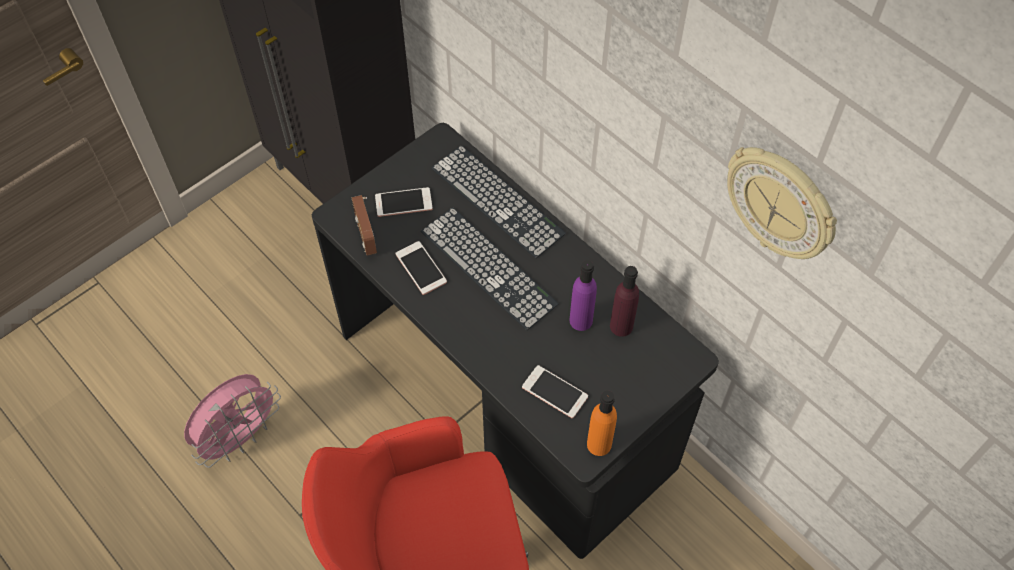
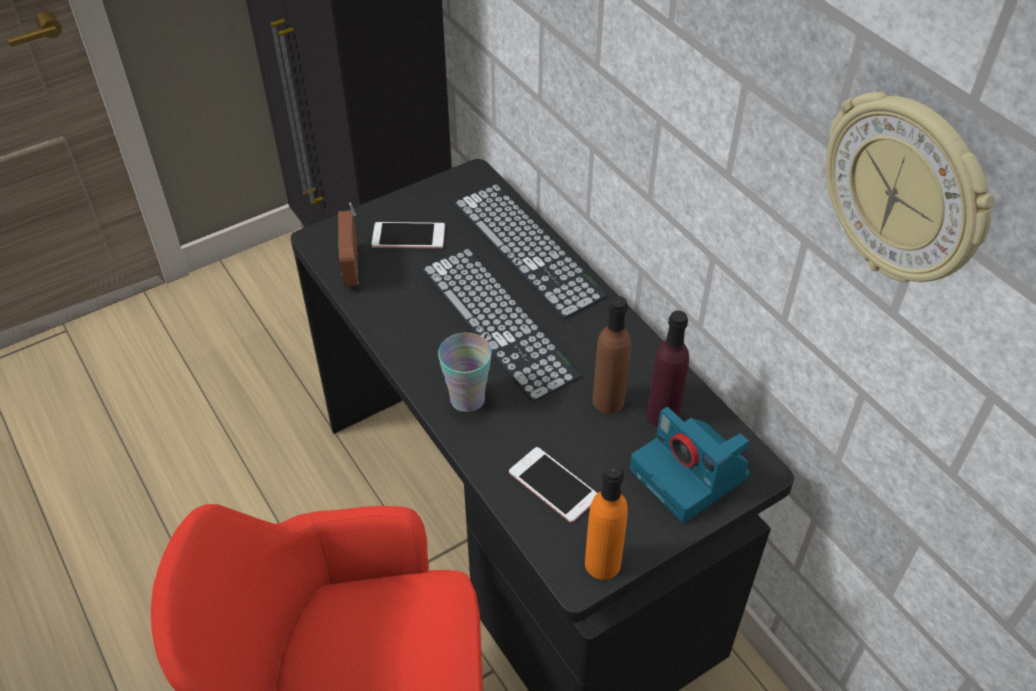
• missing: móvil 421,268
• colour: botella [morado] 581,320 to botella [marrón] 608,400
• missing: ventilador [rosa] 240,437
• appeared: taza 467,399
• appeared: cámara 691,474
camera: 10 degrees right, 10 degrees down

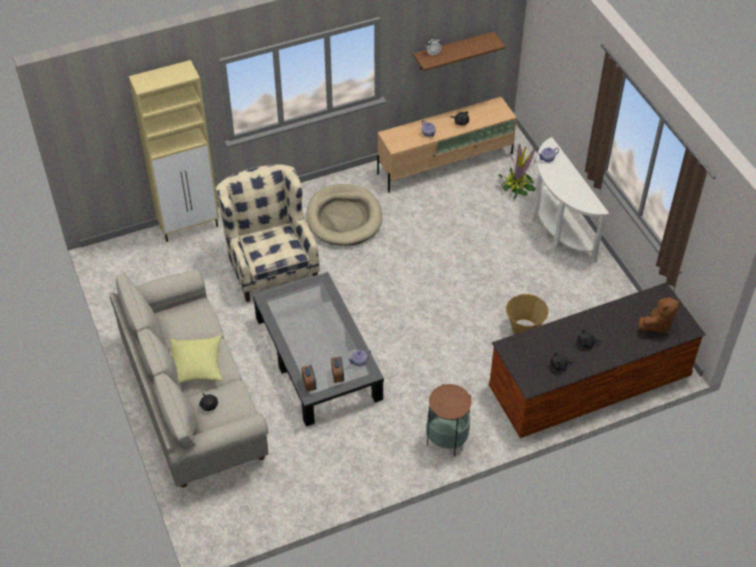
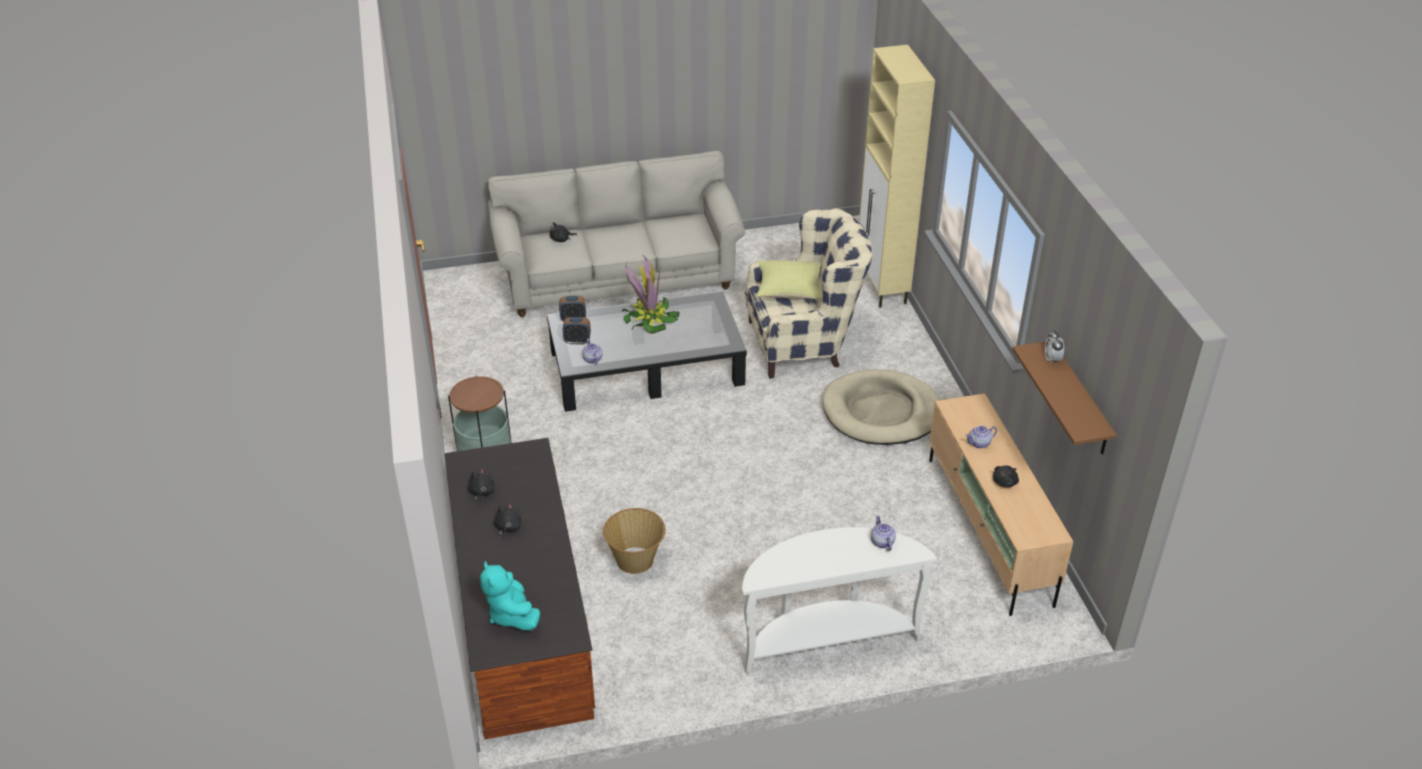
• relocated: planta en maceta 516,185 to 649,319
• colour: peluche [marrón] 657,324 to peluche [turquesa] 511,614
• relocated: cojín [amarillo] 197,367 to 789,291
camera: 100 degrees right, 10 degrees down

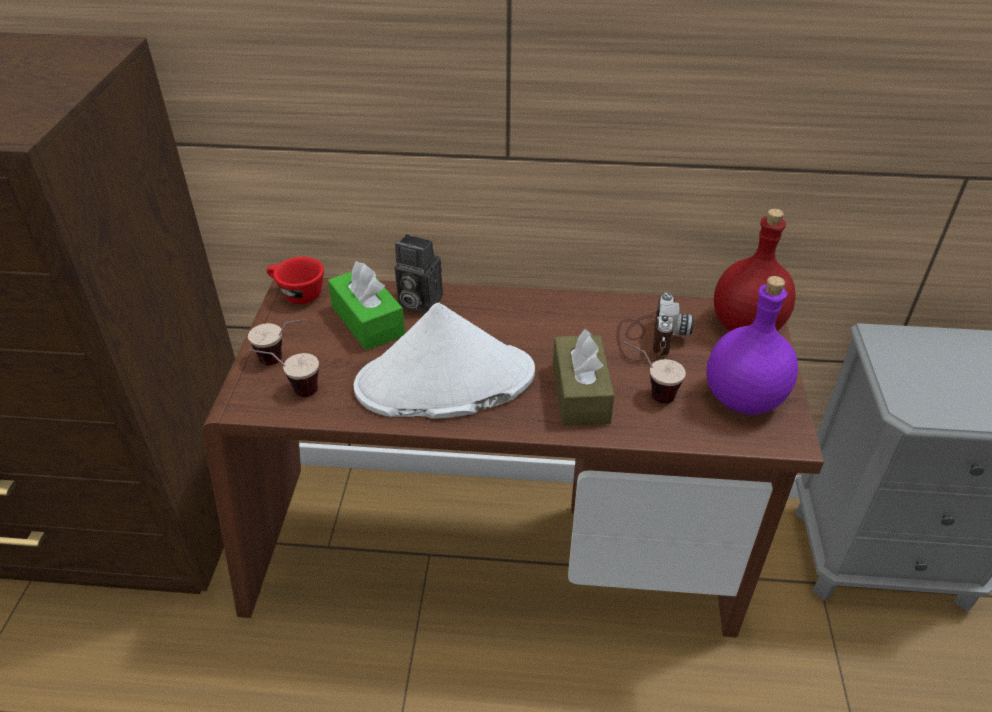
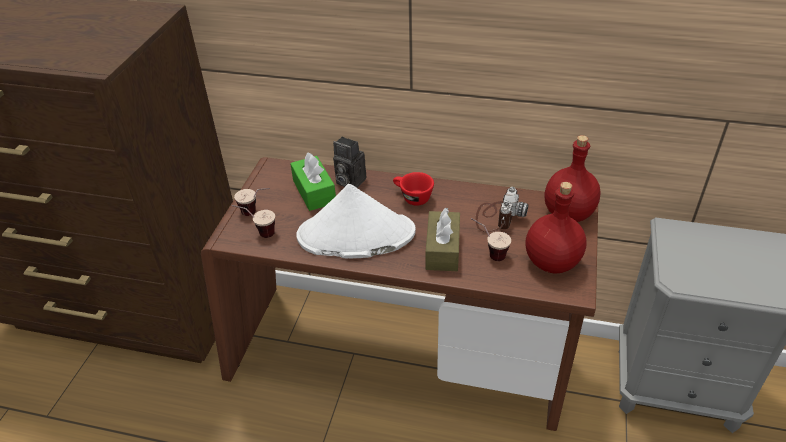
• relocated: taza [rojo] 296,294 to 412,197
• colour: botella [morado] 744,398 to botella [rojo] 553,262
camera: 10 degrees right, 0 degrees up

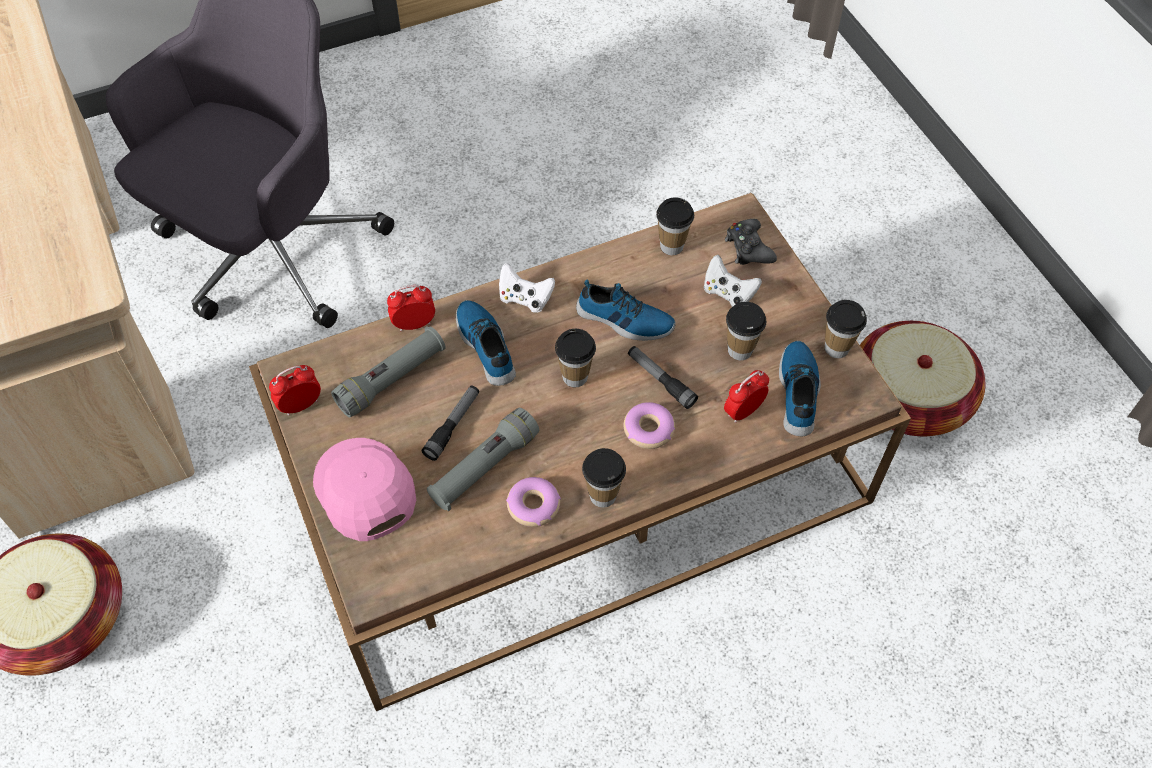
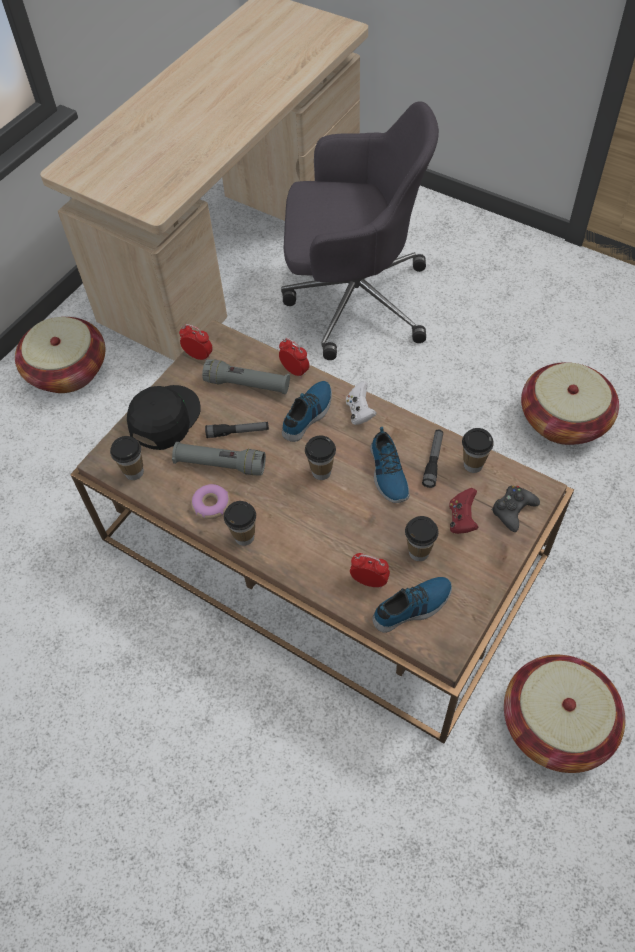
• colour: mando de consola [blanco] 728,293 to mando de consola [rojo] 461,519
• relocated: taza 836,348 to 134,472
• relocated: linterna 660,380 to 433,461
• missing: rosquilla 648,430
• colour: gorra [rosa] 364,491 to gorra [negro] 164,418
• appeared: cesta 563,420
camera: 60 degrees right, 0 degrees up

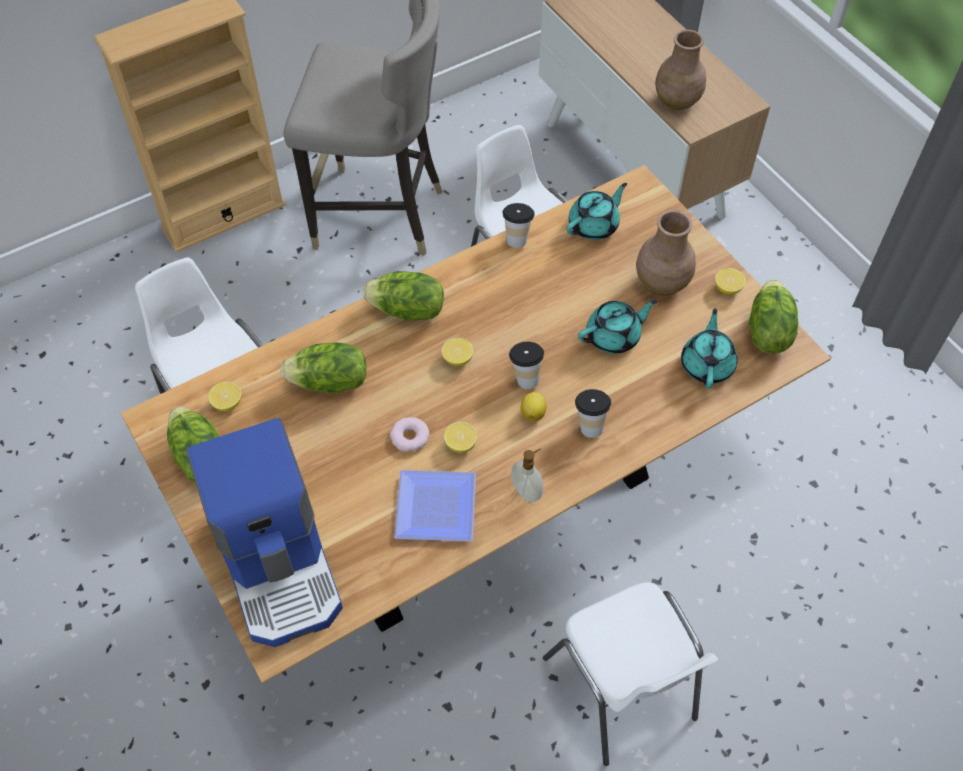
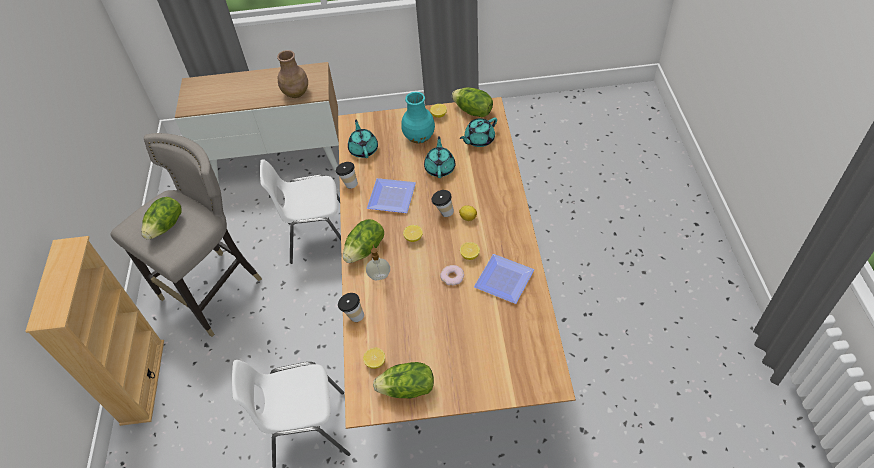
• colour: florero [marrón] 661,282 to florero [turquesa] 418,137
• spun: tetera [turquesa] 707,364 = 479,140 75 degrees counterclockwise
• relocated: lechuga 329,382 to 166,226
• relocated: taza 590,424 to 353,316
• missing: cafetera 280,564
• relocated: dispensador de jabón 527,491 to 379,276
• missing: silla [blanco] 621,691
• appeared: plato 393,198
camera: 60 degrees left, 5 degrees down

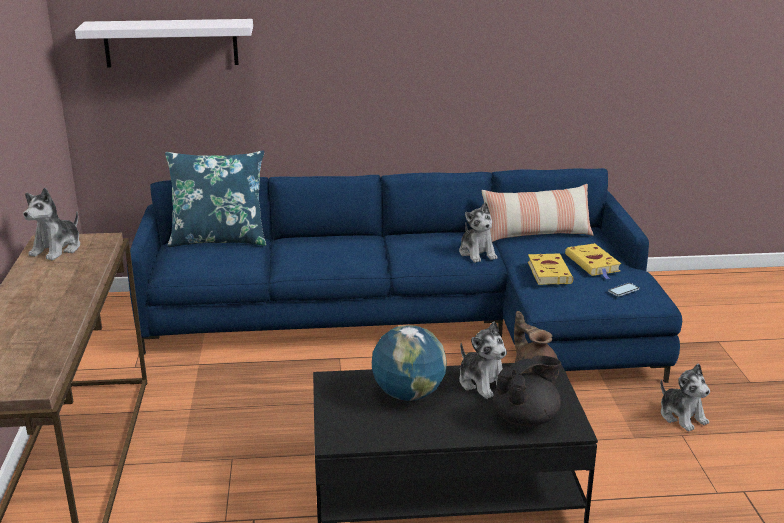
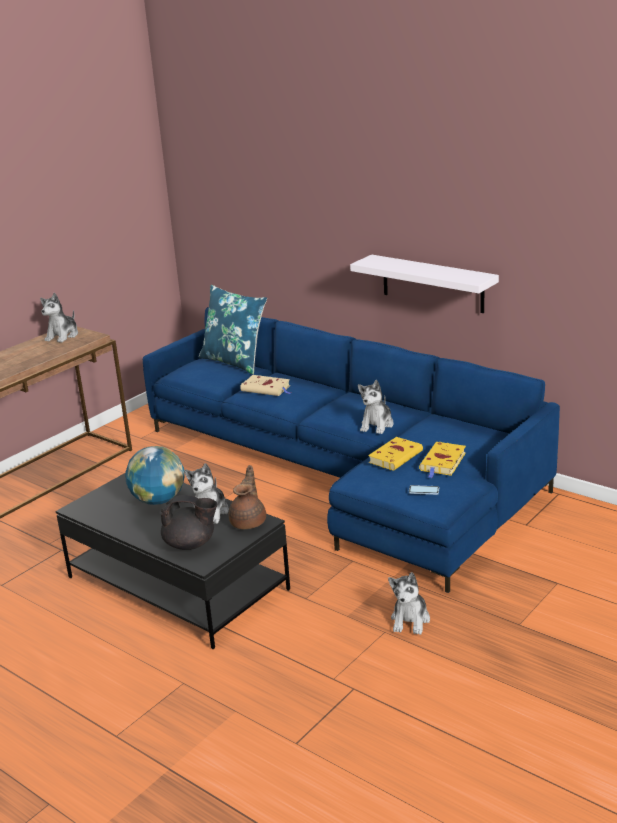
• relocated: estante [blanco] 171,43 to 432,283
• missing: cojín 536,235
• spun: peluche 57,249 = 63,336 45 degrees counterclockwise
• appeared: libro [beis] 267,389
camera: 45 degrees right, 0 degrees up

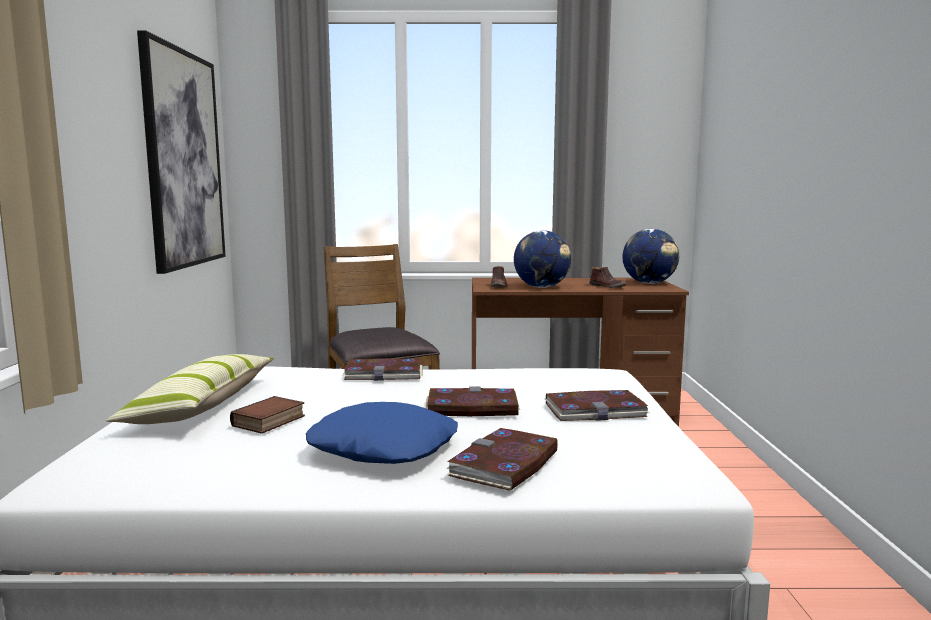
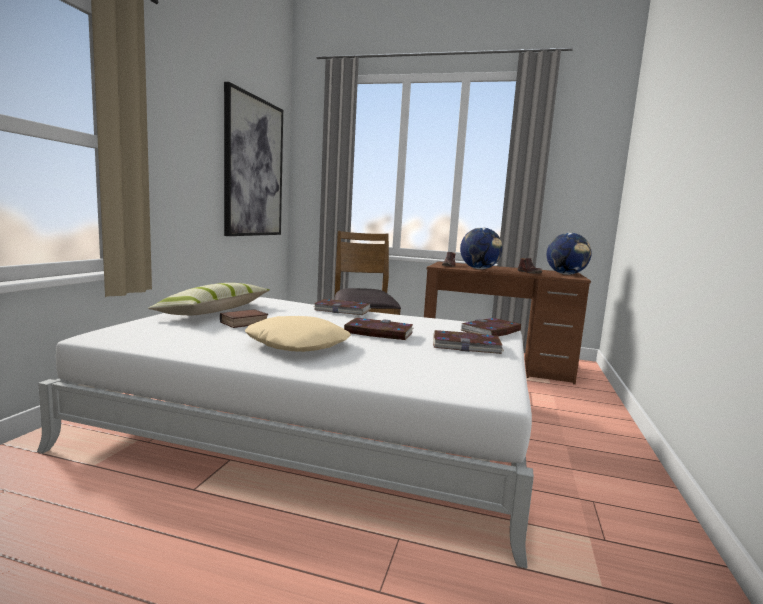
• colour: cojín [azul] 384,447 to cojín [beis] 298,344
• relocated: libro 505,464 to 491,331
camera: 15 degrees right, 0 degrees up

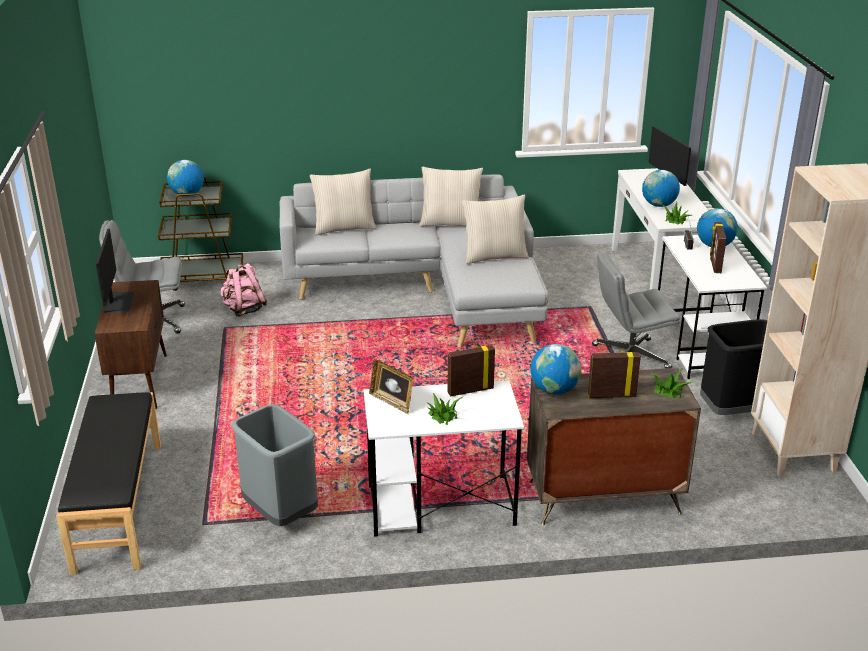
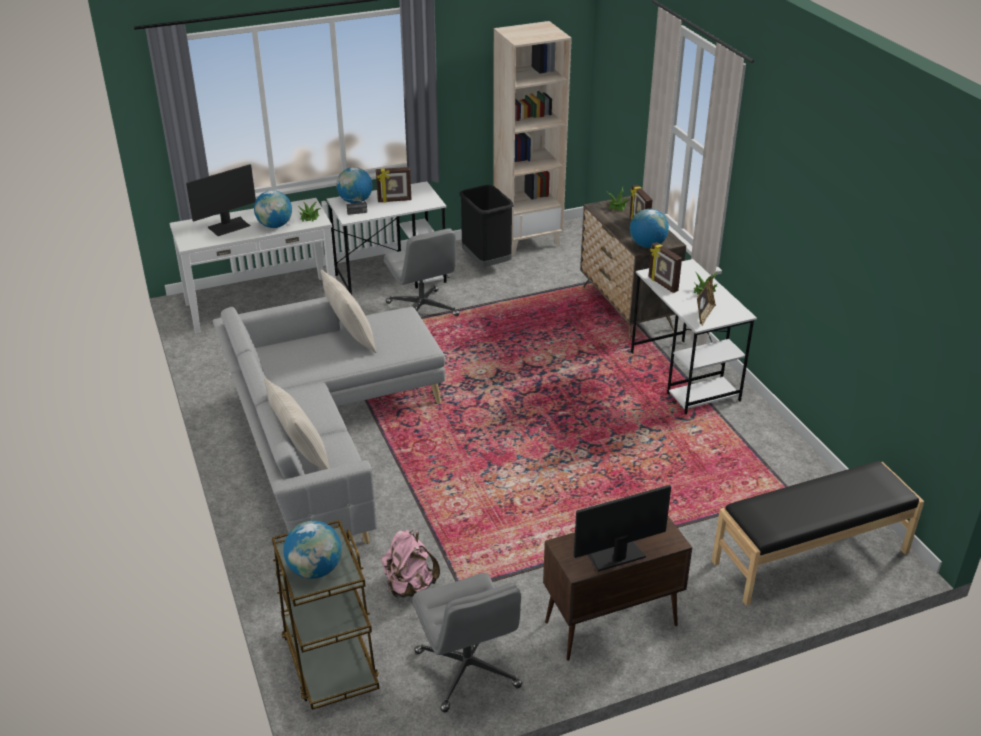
• missing: cojín [beis] 450,223
• missing: papelera [gris] 280,512
camera: 105 degrees left, 5 degrees up

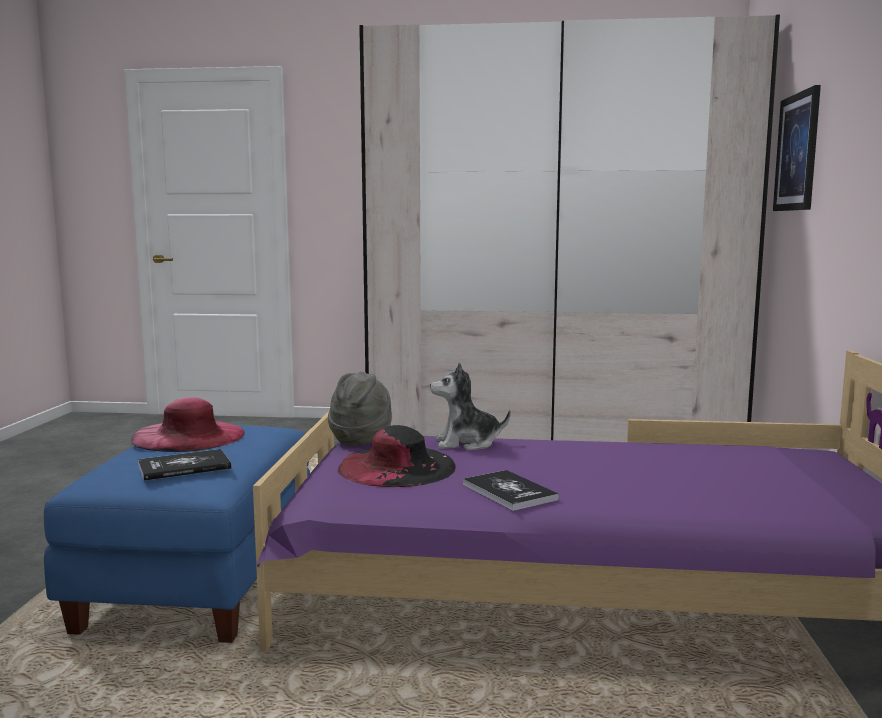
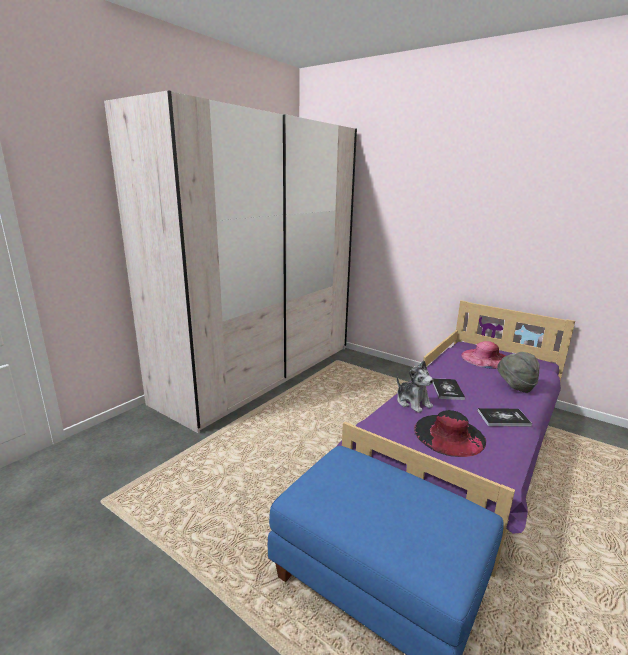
• missing: cuadro 797,152
• spun: peluche 467,443 = 413,402 60 degrees counterclockwise
• relocated: sombrero [gris] 361,439 to 515,386
• relocated: sombrero [rosa] 189,436 to 486,358
• relocated: libro 184,467 to 447,389
camera: 60 degrees left, 10 degrees up

